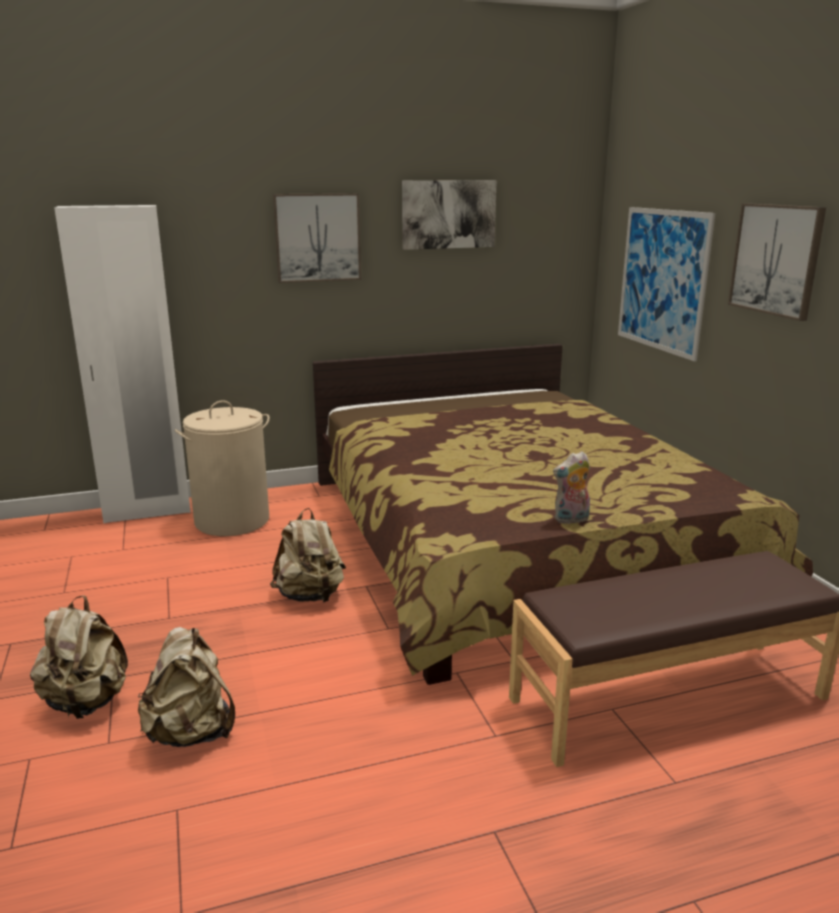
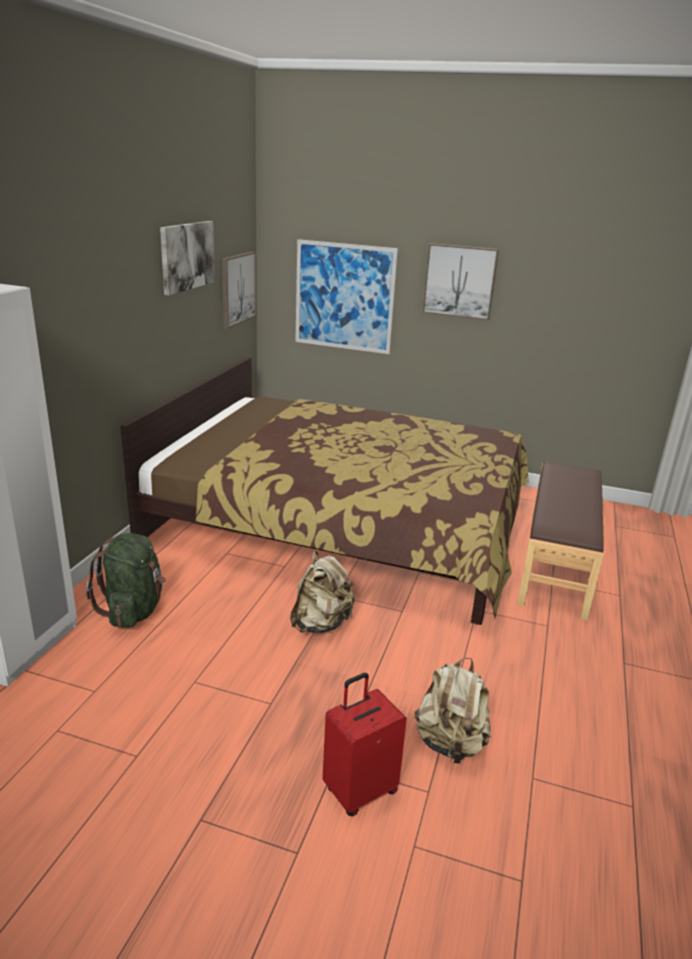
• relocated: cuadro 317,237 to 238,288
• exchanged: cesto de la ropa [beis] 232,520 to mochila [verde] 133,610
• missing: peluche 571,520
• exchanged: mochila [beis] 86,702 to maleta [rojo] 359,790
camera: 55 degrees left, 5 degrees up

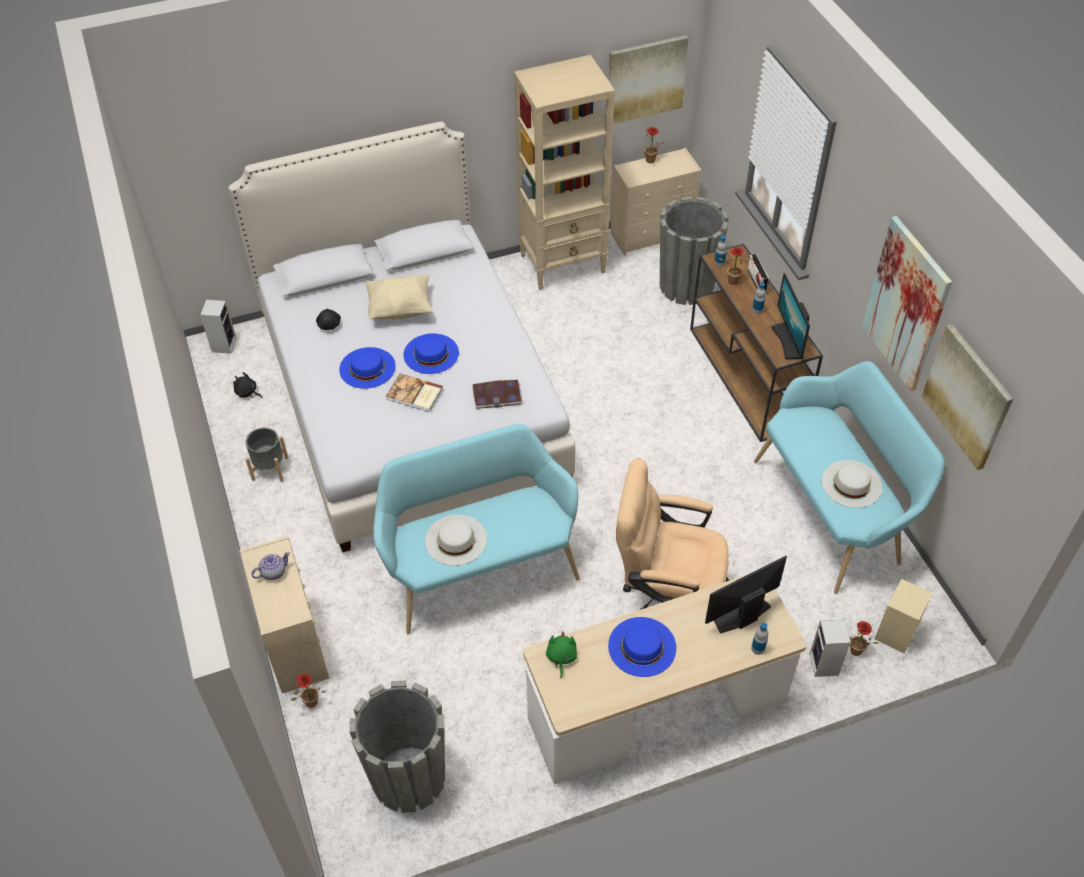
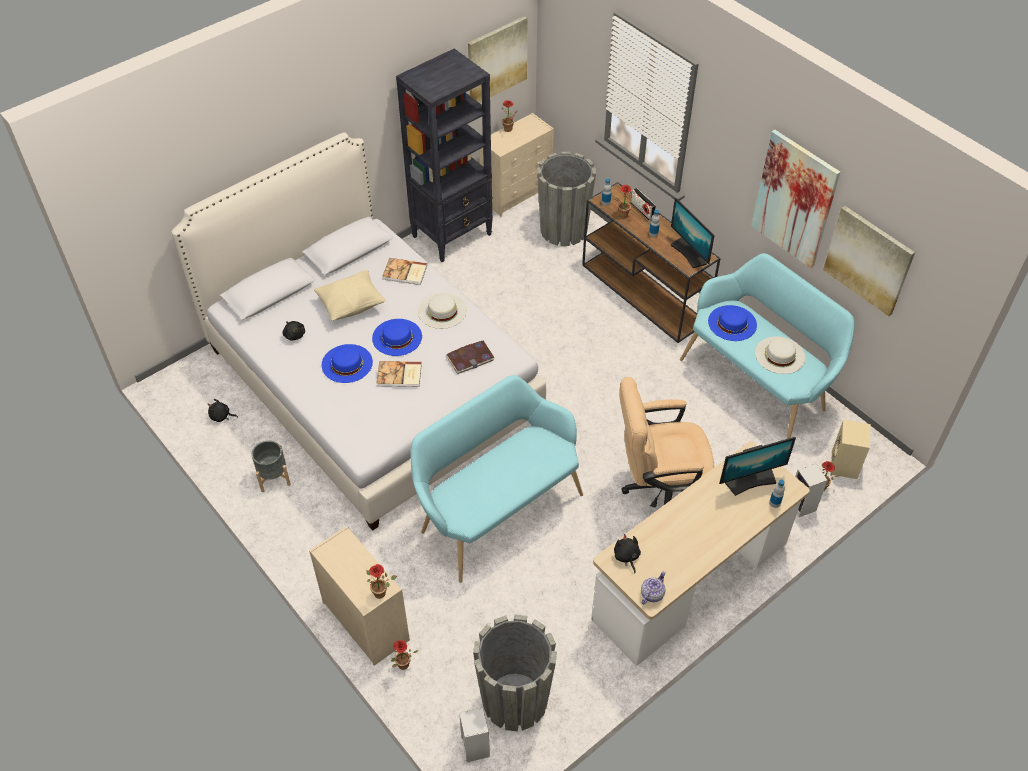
• colour: estantería [beis] 563,263 to estantería [negro] 452,235
• relocated: altavoz 223,344 to 474,746
• relocated: sombrero [blanco] 456,540 to 442,310
• relocated: tetera 273,572 to 652,594
• spun: monitor 741,615 = 750,480 150 degrees counterclockwise
• relocated: sombrero [azul] 642,646 to 732,323
• colour: peluche [verde] 561,657 to peluche [negro] 626,557
• appeared: libro 405,273
• appeared: planta en maceta 382,592
camera: 20 degrees left, 0 degrees up

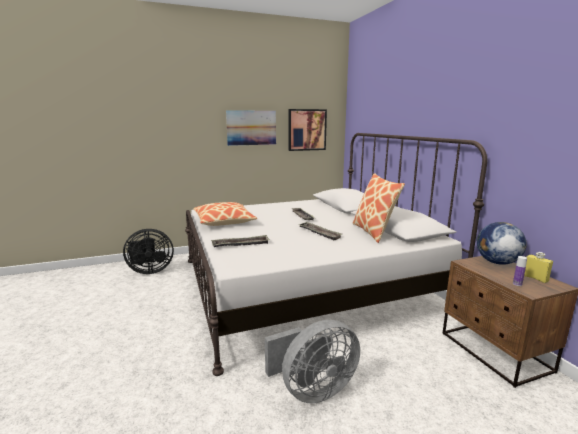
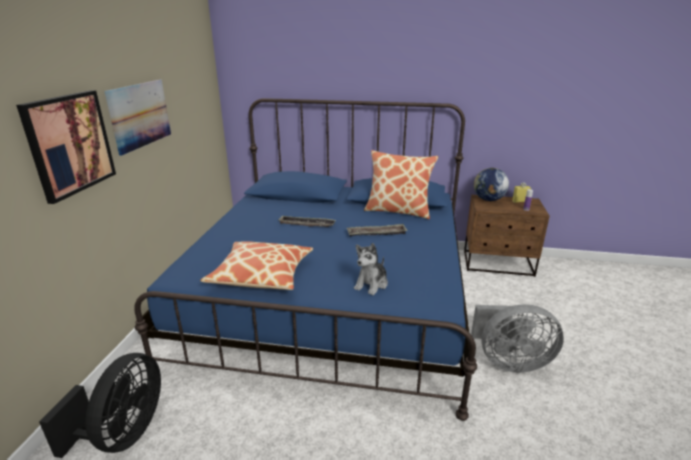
• relocated: cuadro 307,130 to 70,144
• colour: cama [blanco] 305,284 to cama [azul] 331,299
• exchanged: bandeja 241,244 to peluche 371,284
• spun: ventilador [gris] 312,390 = 509,361 90 degrees clockwise
camera: 60 degrees left, 10 degrees up

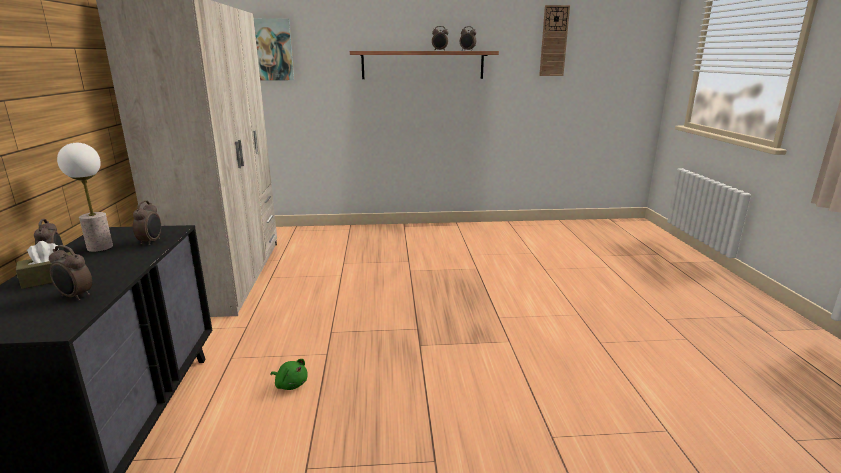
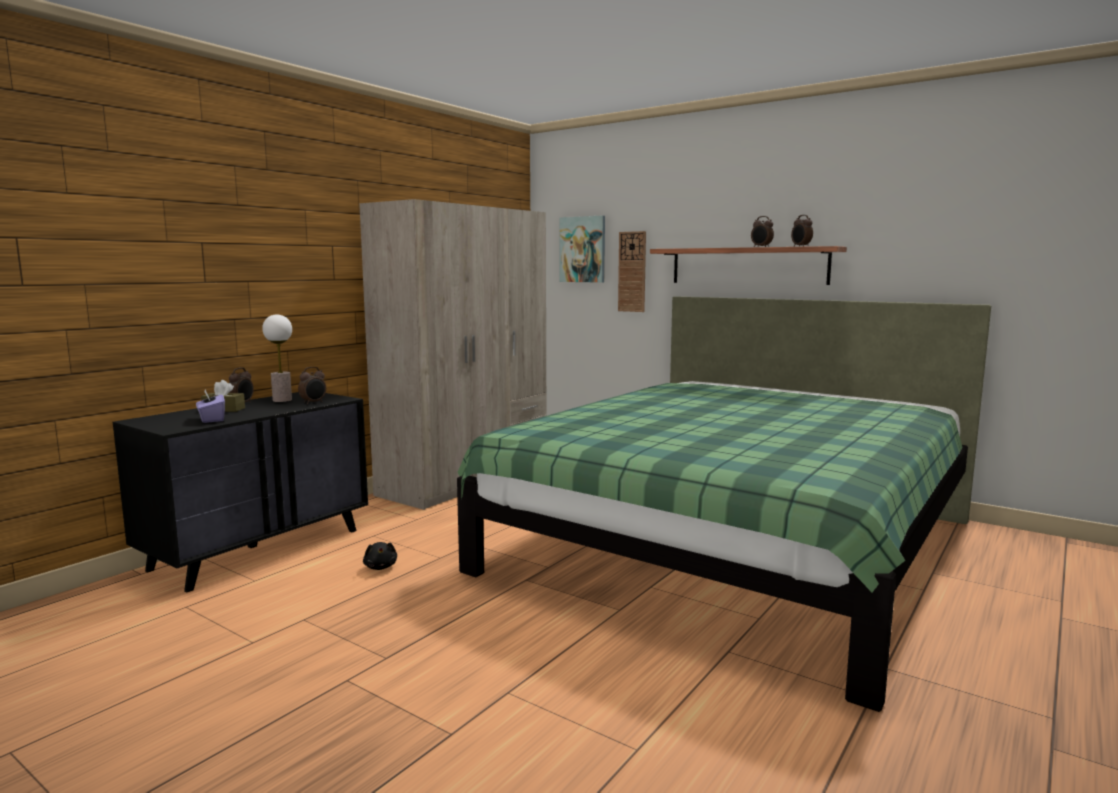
• relocated: reloj de pared 554,41 to 632,272
• exchanged: despertador 75,297 to caja de pañuelos [morado] 211,419
• colour: peluche [verde] 290,384 to peluche [negro] 380,567
• appeared: cama [verde] 733,545
camera: 40 degrees right, 10 degrees down

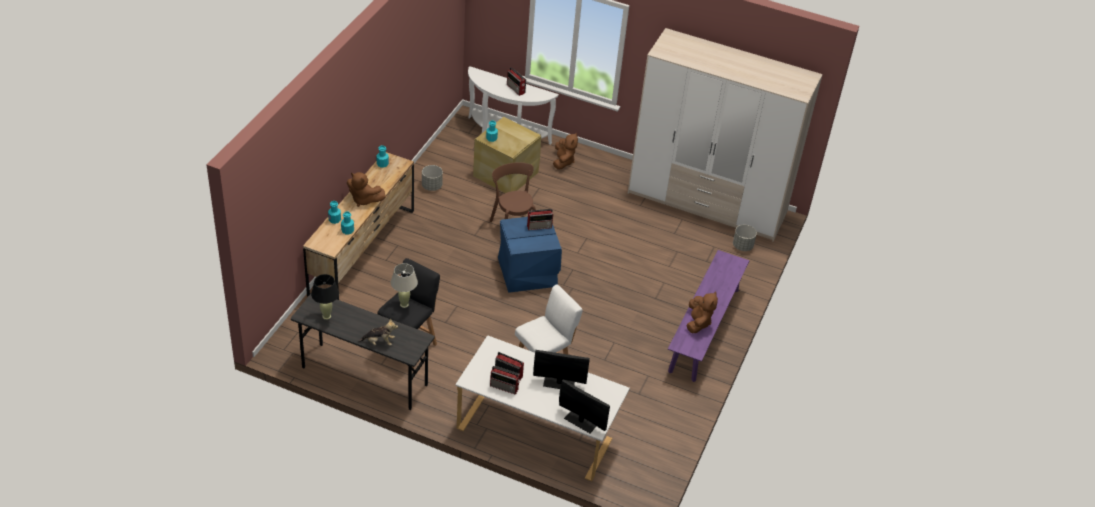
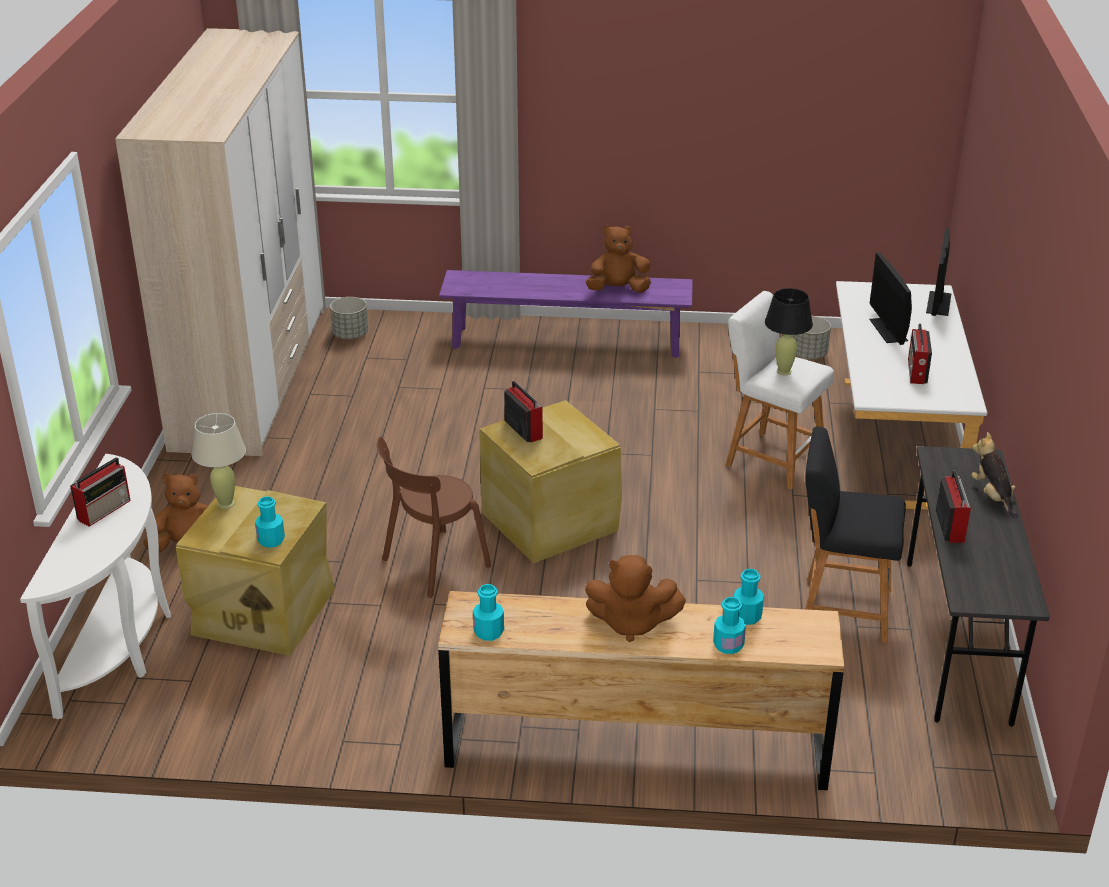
• relocated: maceta [gris] 431,186 to 809,355
• spun: peluche [marrón] 364,200 = 631,623 90 degrees clockwise
• colour: caja de almacenaje [azul] 528,272 to caja de almacenaje [beis] 550,520
• relocated: lámpara de mesa [beis] 404,304 to 226,503
• relocated: lámpara de mesa [negro] 326,316 to 784,371
• relocated: radio 505,387 to 950,525
camera: 105 degrees left, 10 degrees down

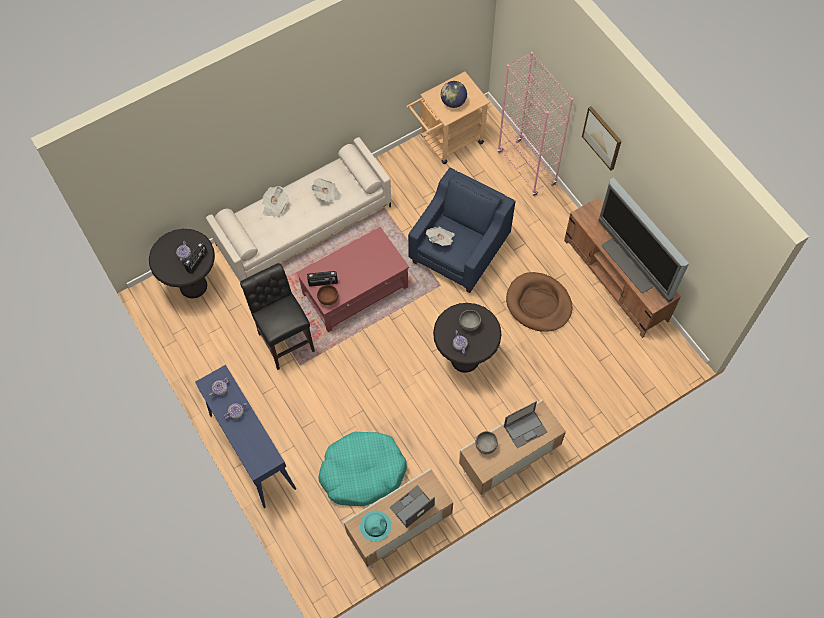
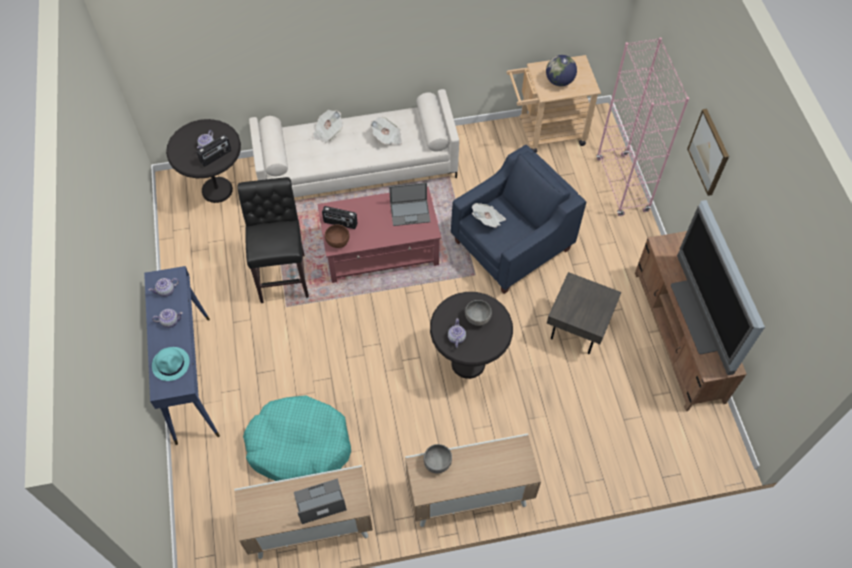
• exchanged: cama para perro [marrón] 538,304 to mesa auxiliar [gris] 577,331
• relocated: portátil 525,429 to 410,212
• relocated: sombrero [turquesa] 375,526 to 171,364
camera: 20 degrees right, 5 degrees down

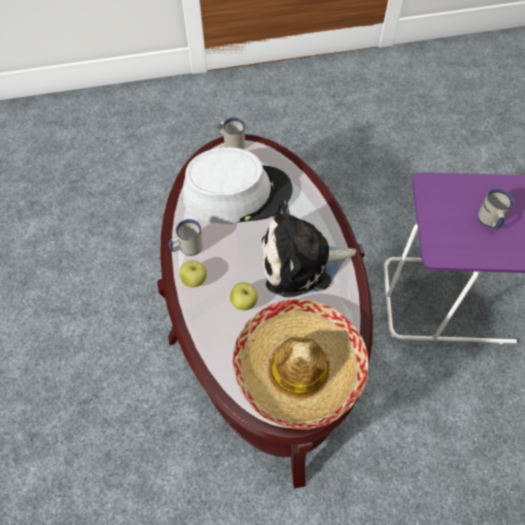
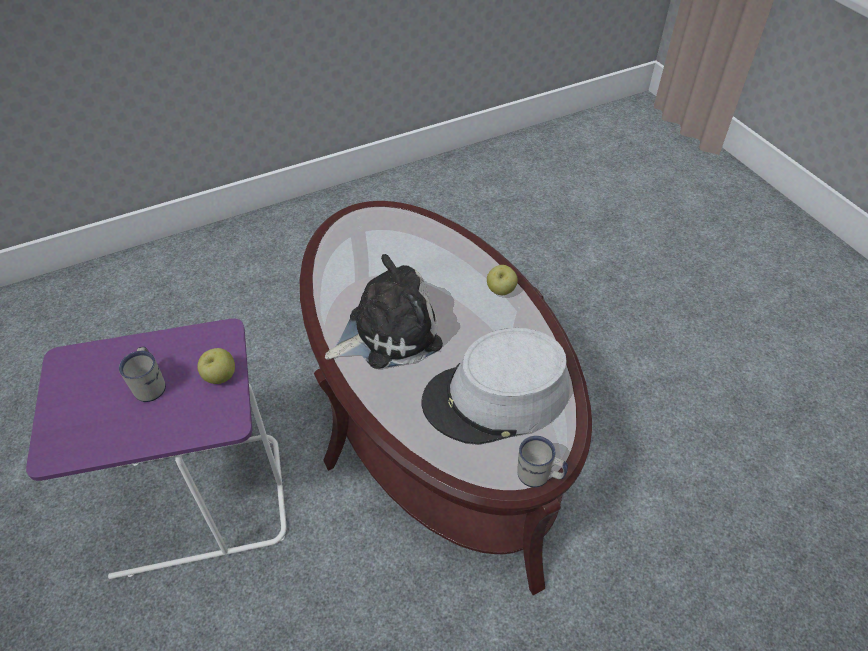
• missing: taza grande [blanco] 187,248
• relocated: manzana 244,302 to 220,377
• missing: sombrero 299,367
camera: 165 degrees right, 10 degrees down

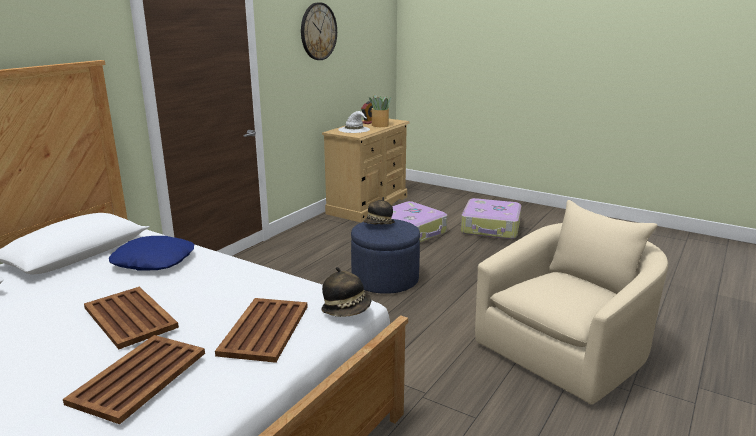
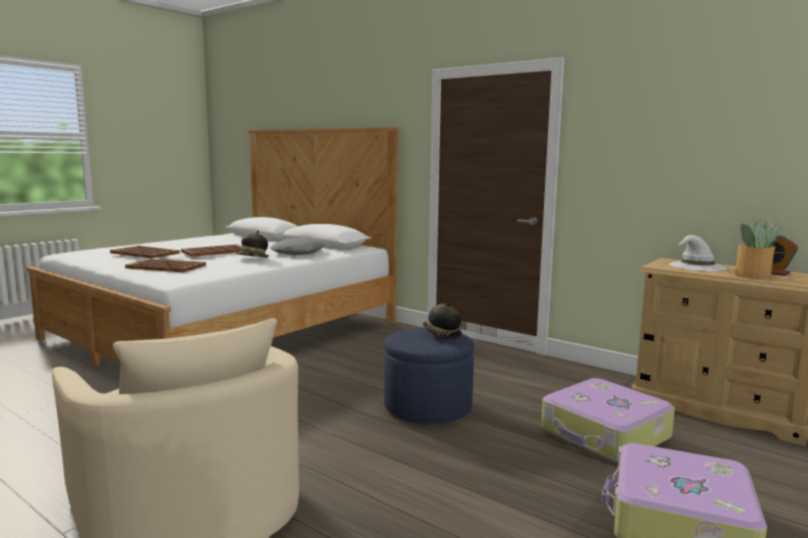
• missing: reloj de pared 318,31
• colour: cojín [azul] 154,261 to cojín [gris] 298,253
• relocated: sombrero 347,310 to 253,258
camera: 95 degrees right, 10 degrees down

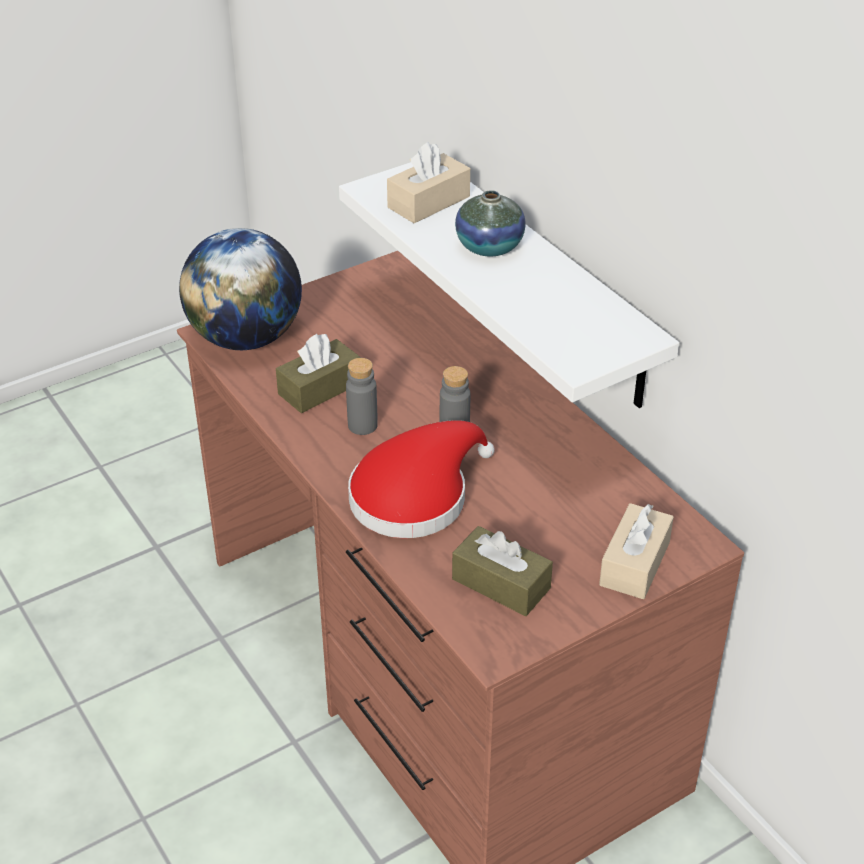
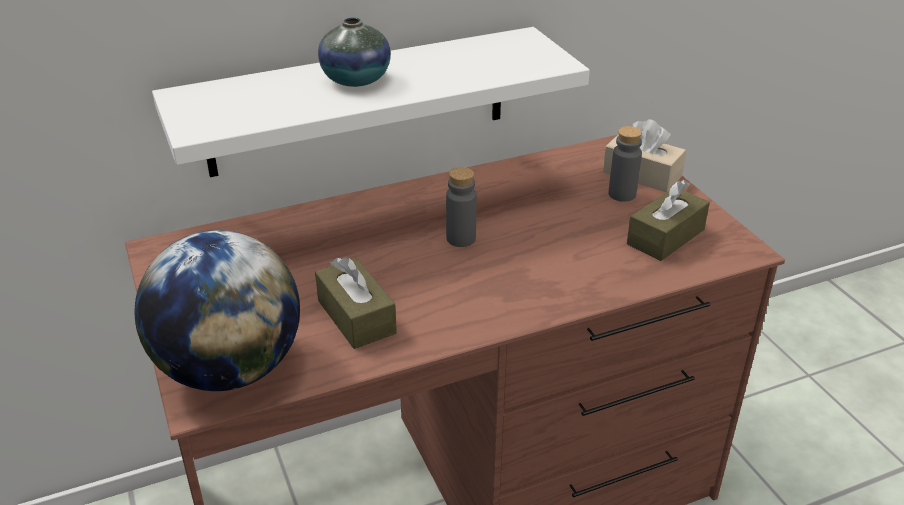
• missing: caja de pañuelos [beis] 428,202
• relocated: botella [gris] 362,425 to 622,194
• missing: sombrero [rojo] 415,495
camera: 80 degrees left, 5 degrees down

